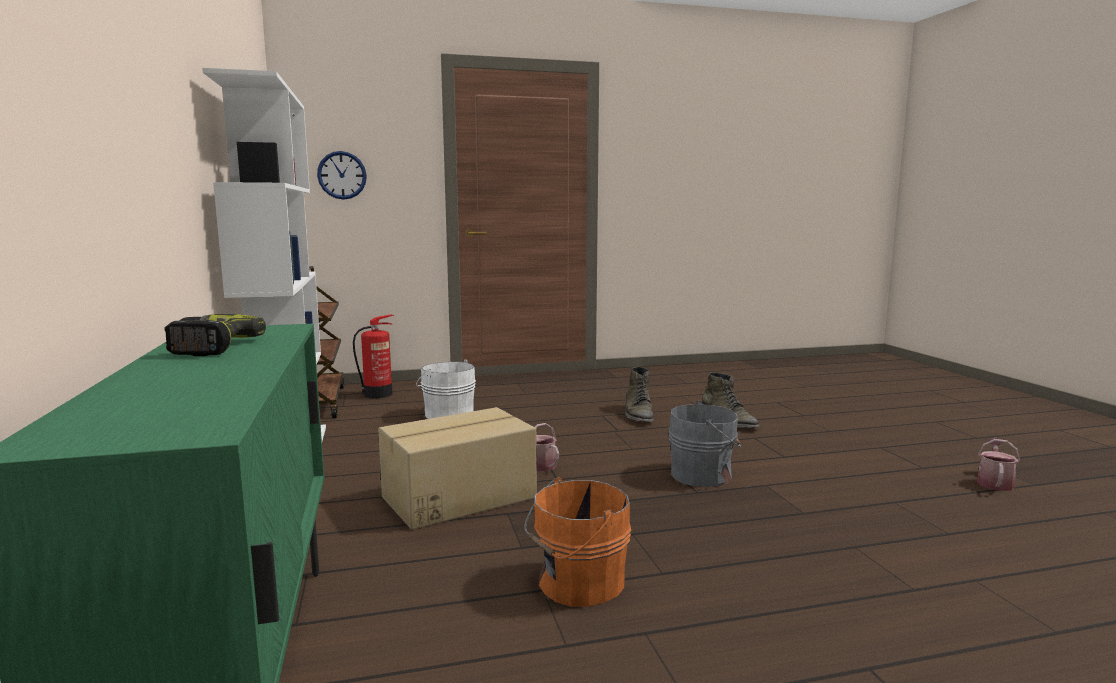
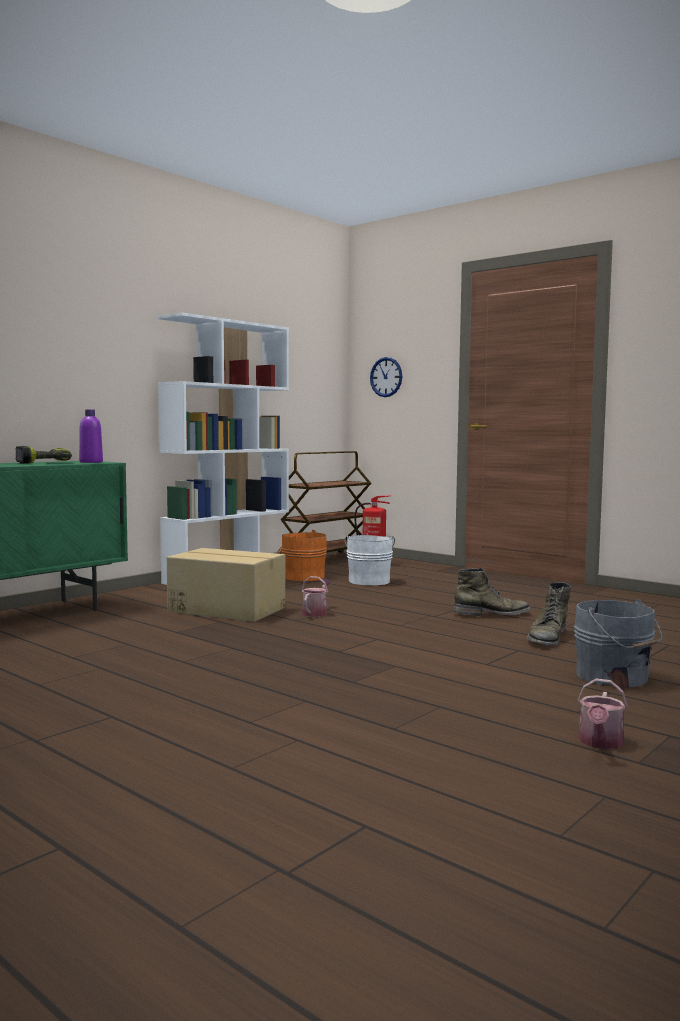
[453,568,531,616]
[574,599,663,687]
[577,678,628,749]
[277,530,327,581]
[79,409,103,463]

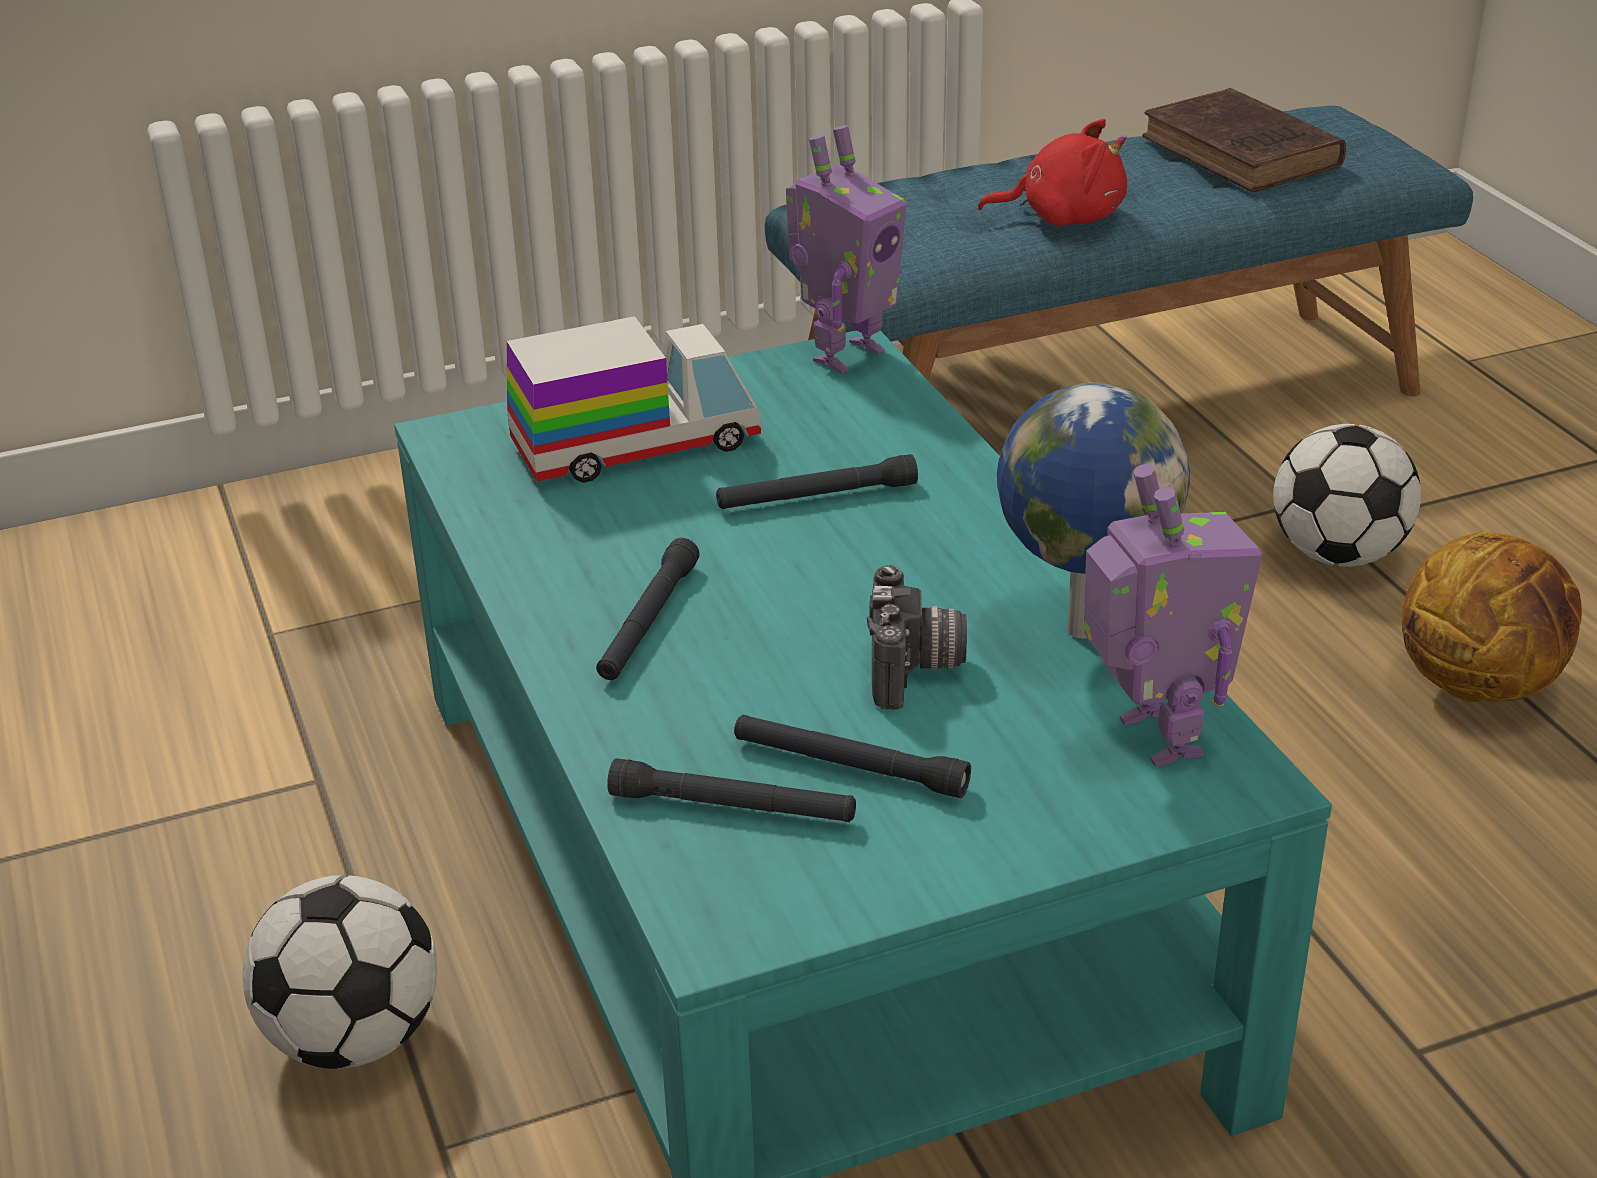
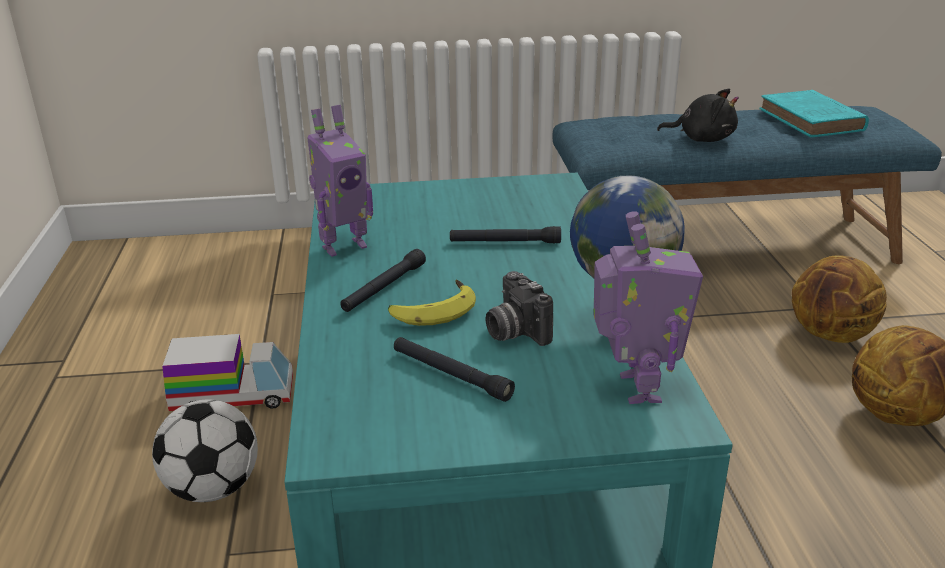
[759,90,869,137]
[657,89,739,142]
[307,105,373,257]
[162,334,293,411]
[791,255,887,343]
[486,271,553,346]
[607,758,856,822] (first image)
[388,280,476,326]

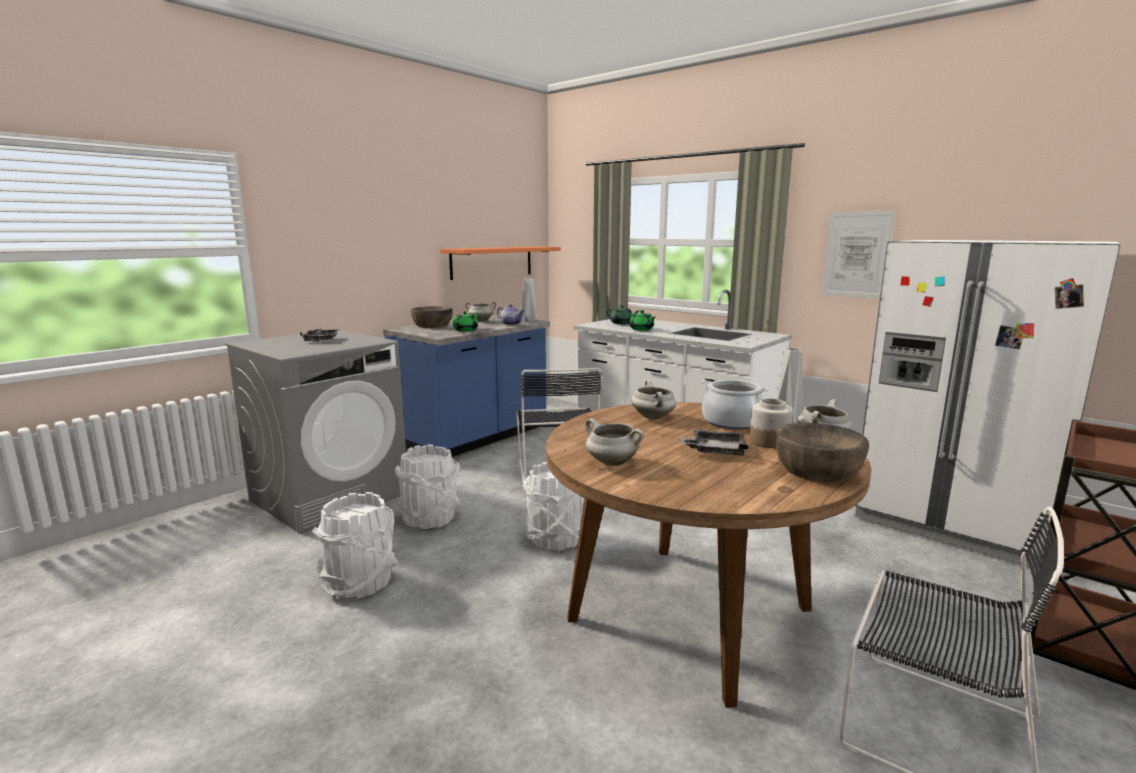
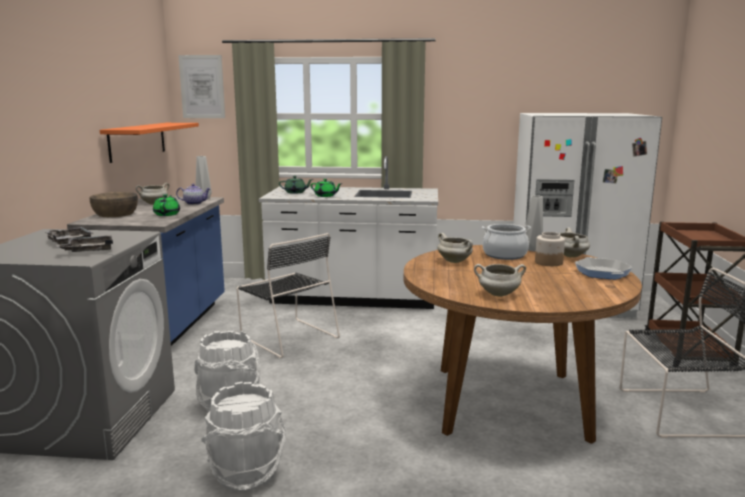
[178,55,225,118]
[575,257,633,280]
[56,235,113,252]
[522,462,584,551] (first image)

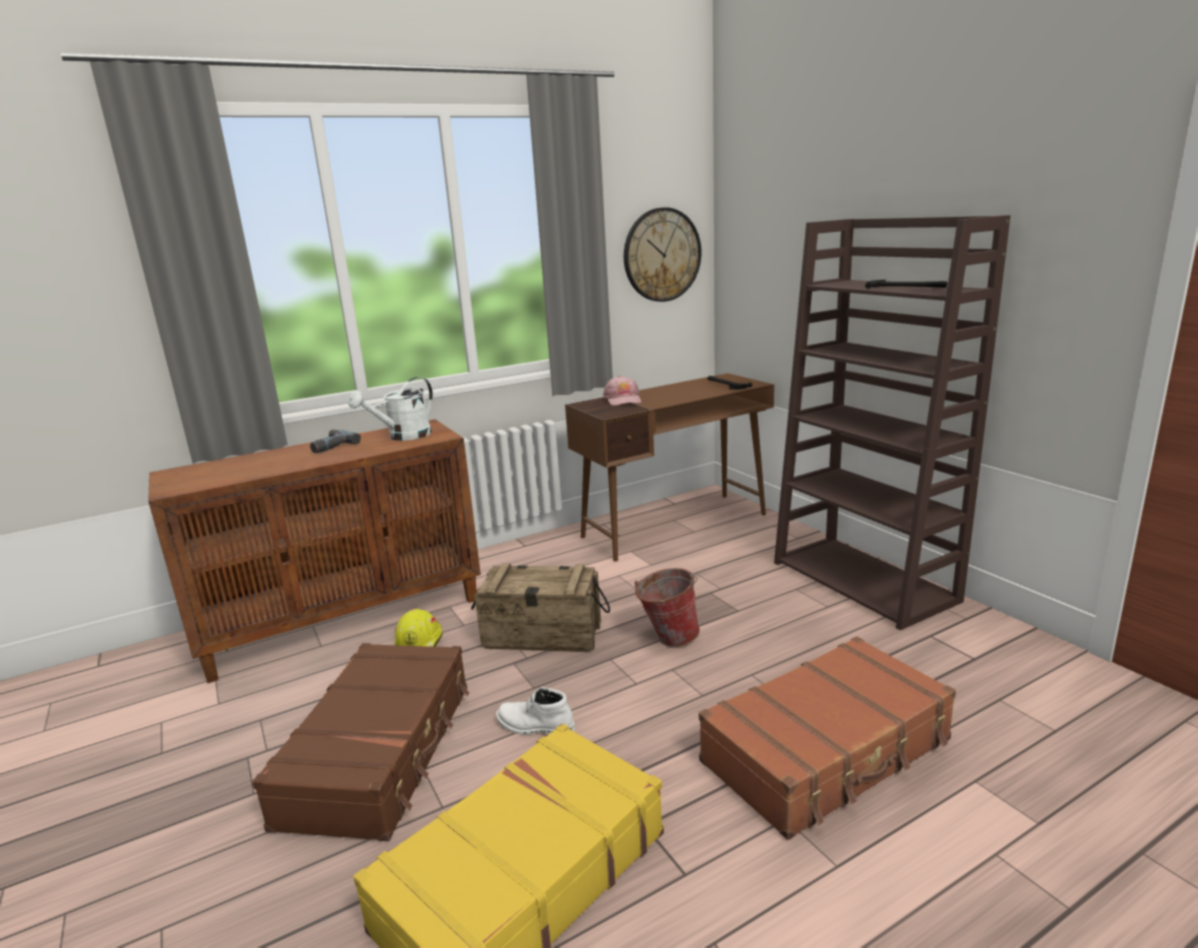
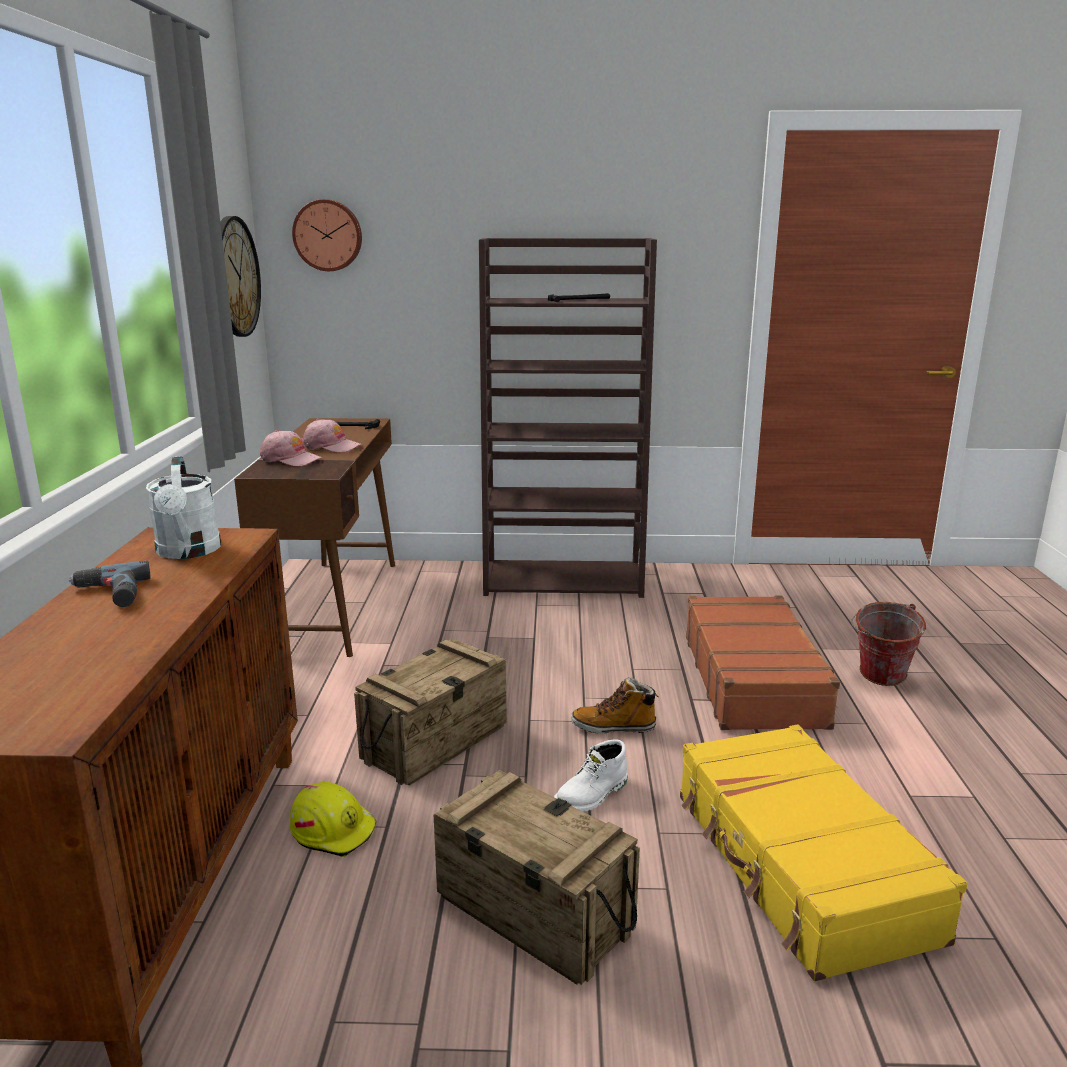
[851,602,926,686]
[434,770,640,985]
[292,199,362,271]
[301,419,362,453]
[571,677,659,733]

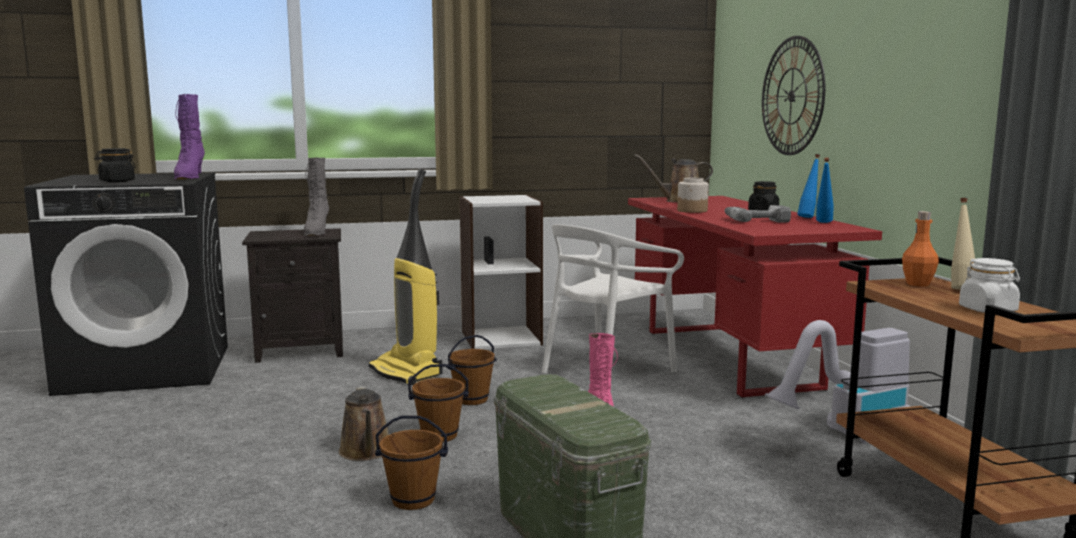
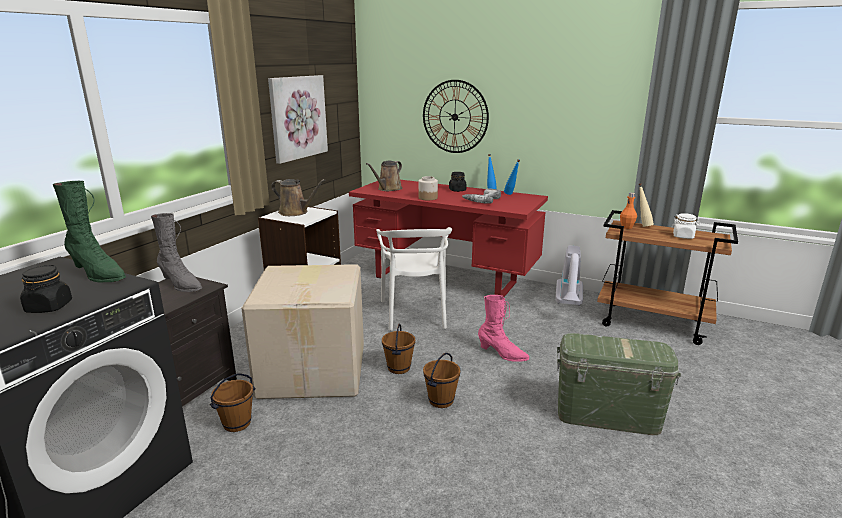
[52,181,126,282]
[241,264,364,399]
[271,179,326,216]
[210,373,255,432]
[268,75,328,164]

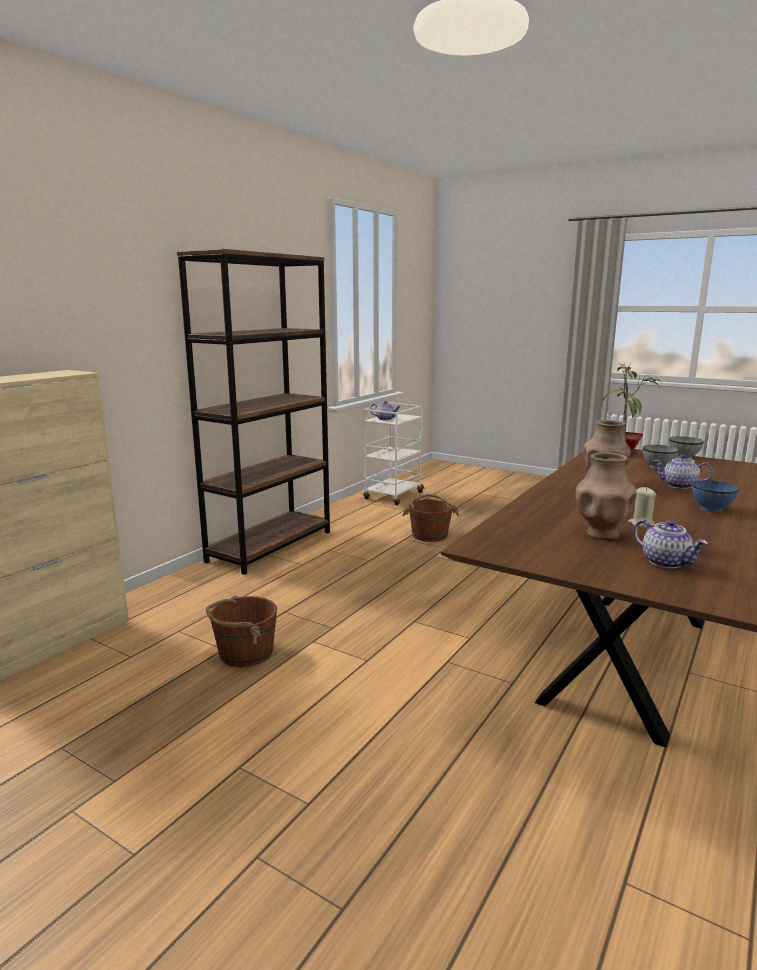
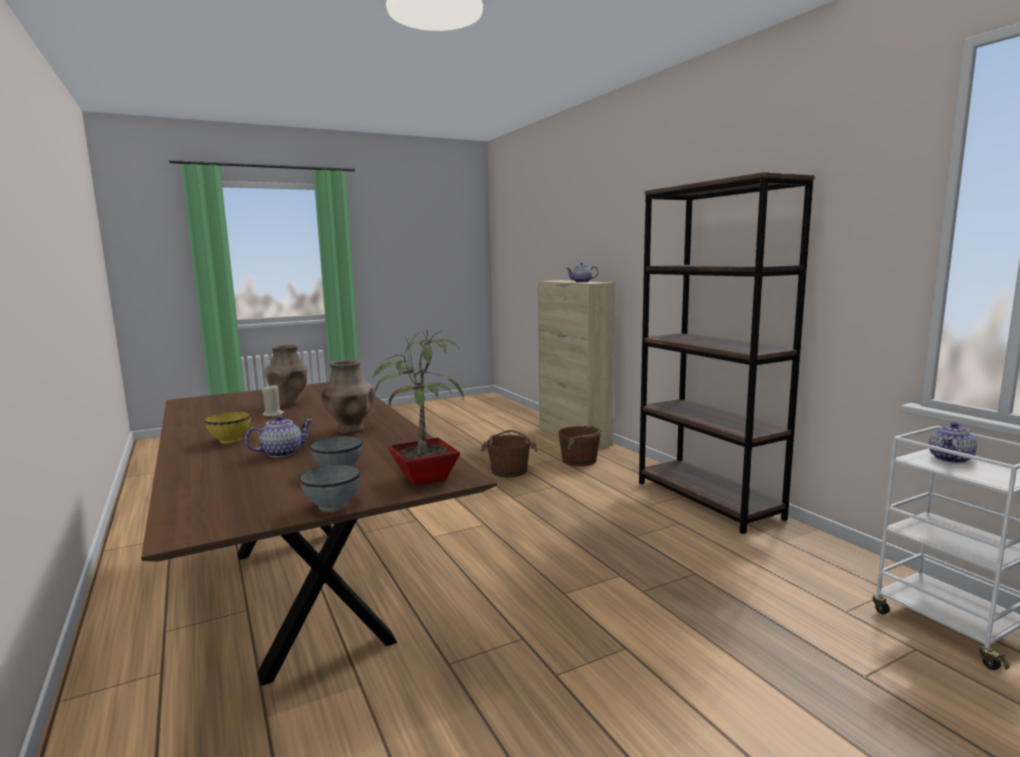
[204,412,251,443]
[558,426,603,466]
[566,263,598,282]

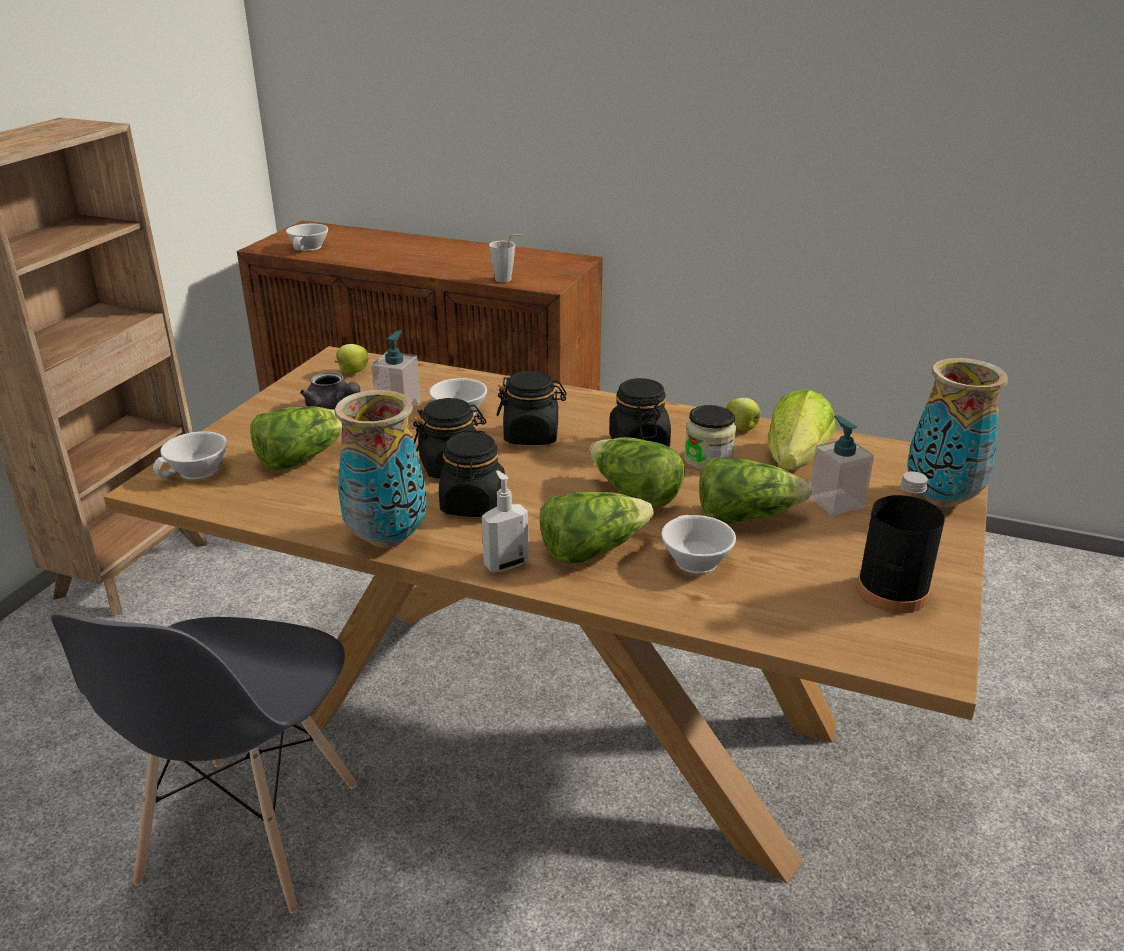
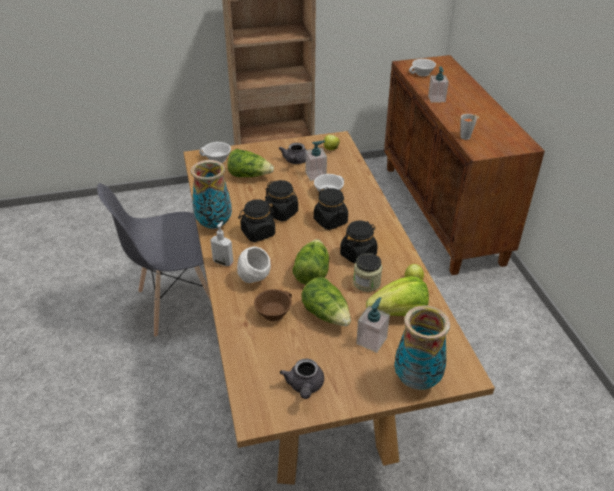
[280,359,324,399]
[237,247,271,283]
[254,289,292,321]
[428,66,449,103]

